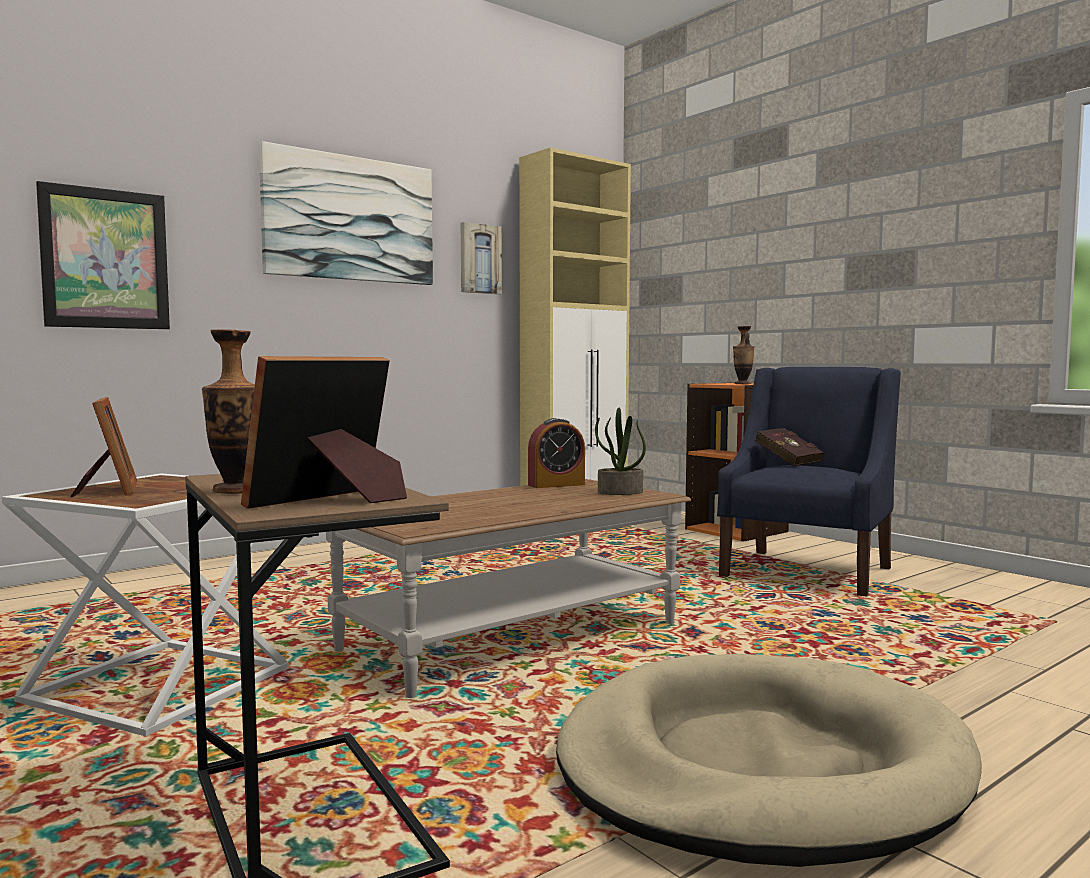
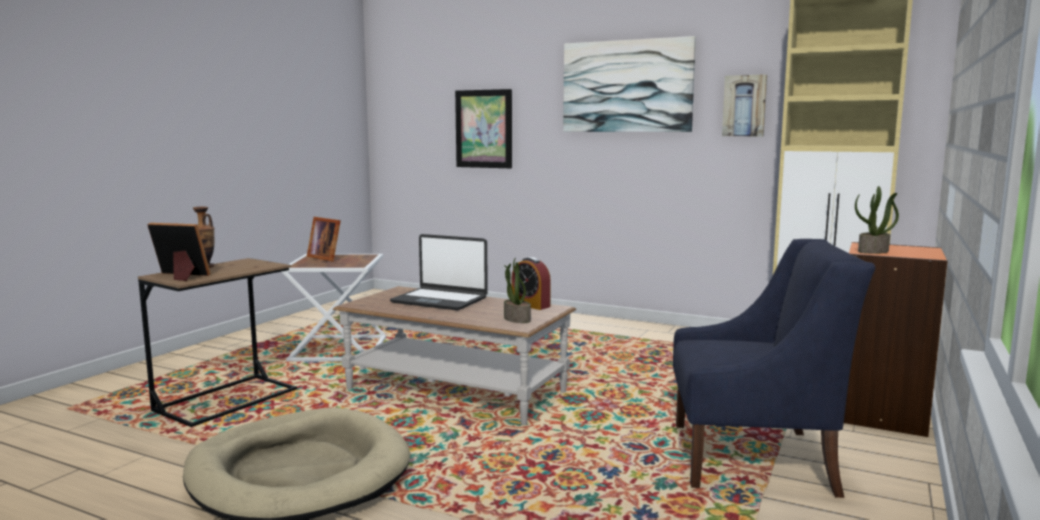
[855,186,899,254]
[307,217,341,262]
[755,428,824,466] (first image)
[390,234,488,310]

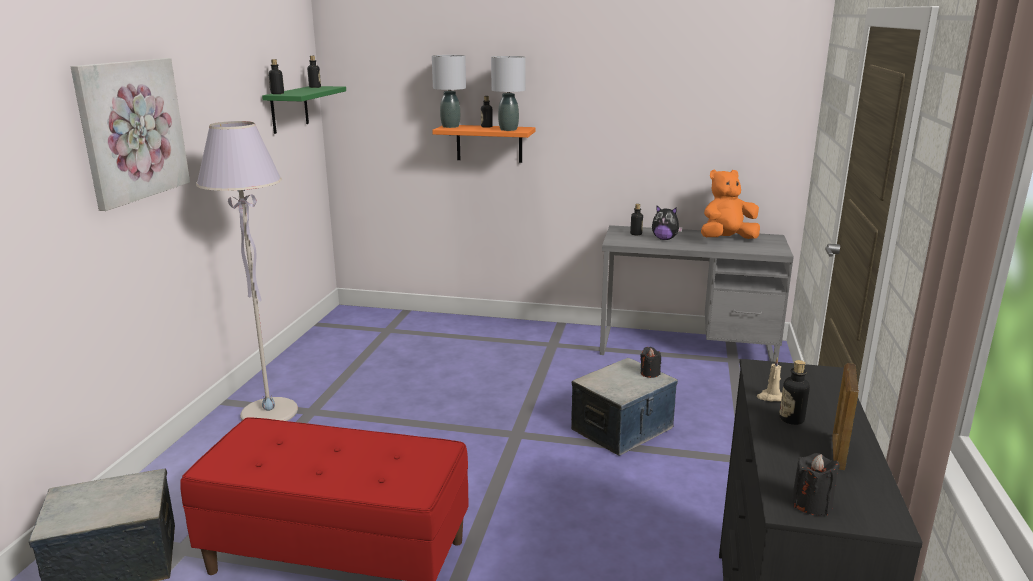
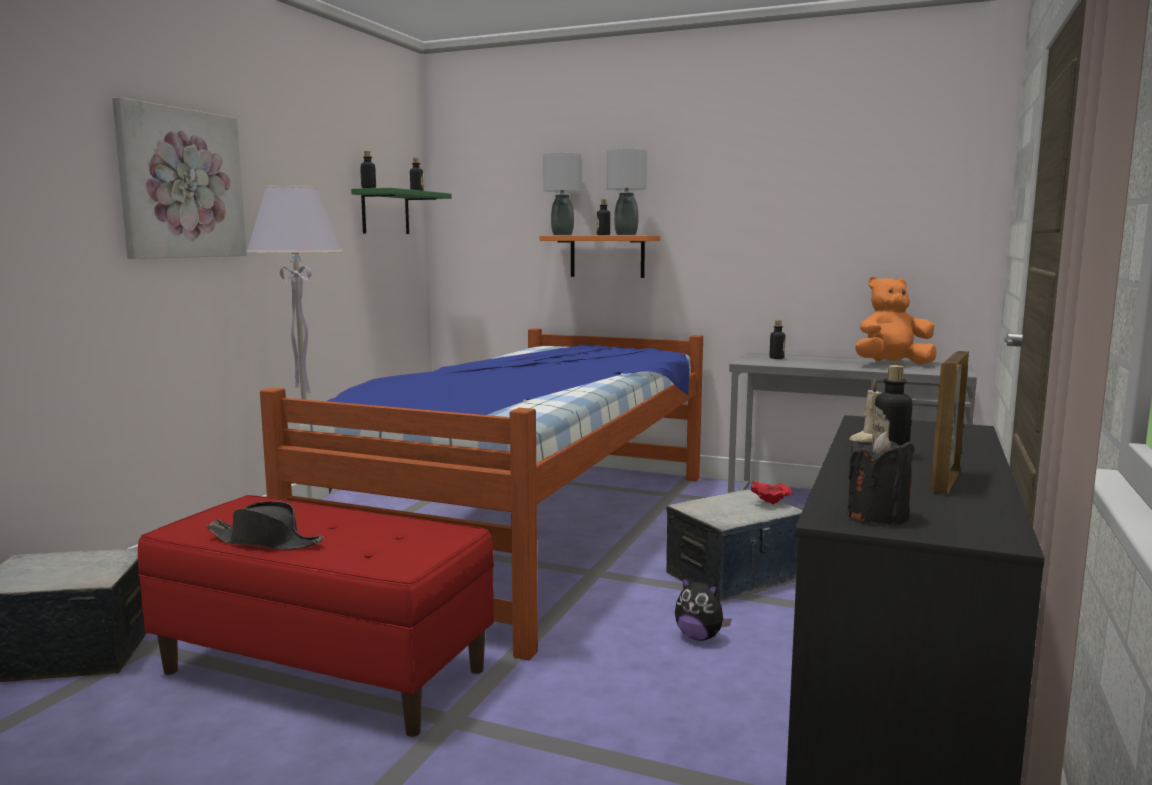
[675,575,732,641]
[751,480,793,504]
[260,328,703,661]
[206,501,324,550]

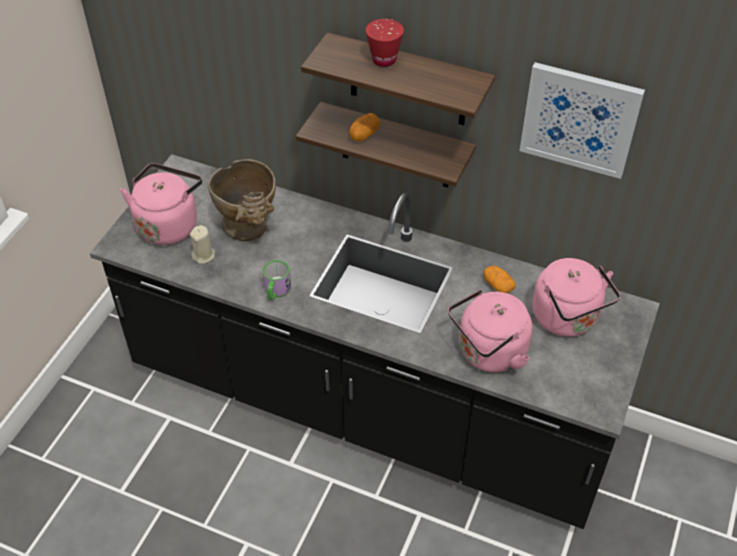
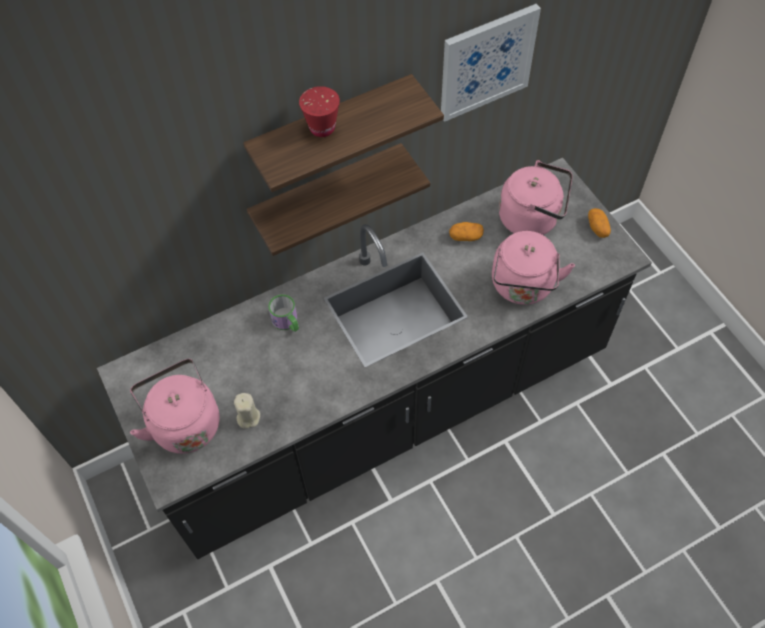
[588,208,611,238]
[208,159,276,241] (first image)
[268,294,299,332]

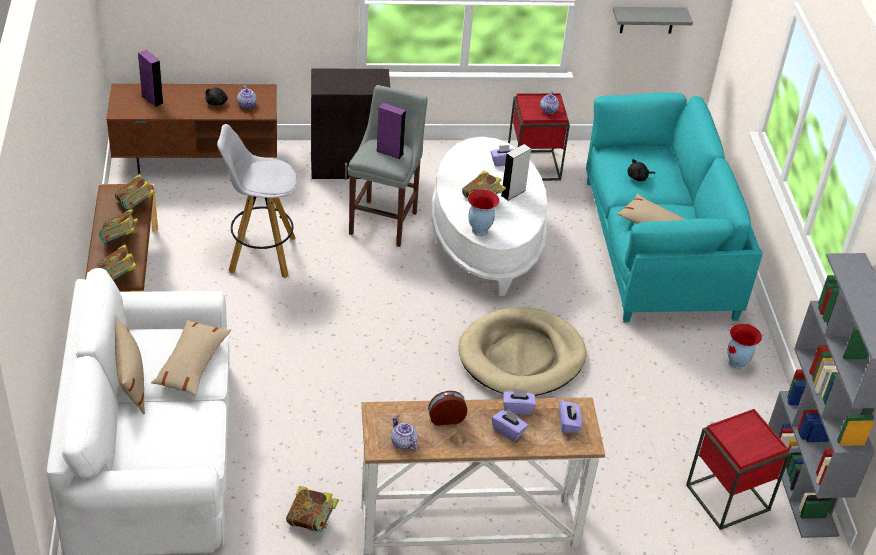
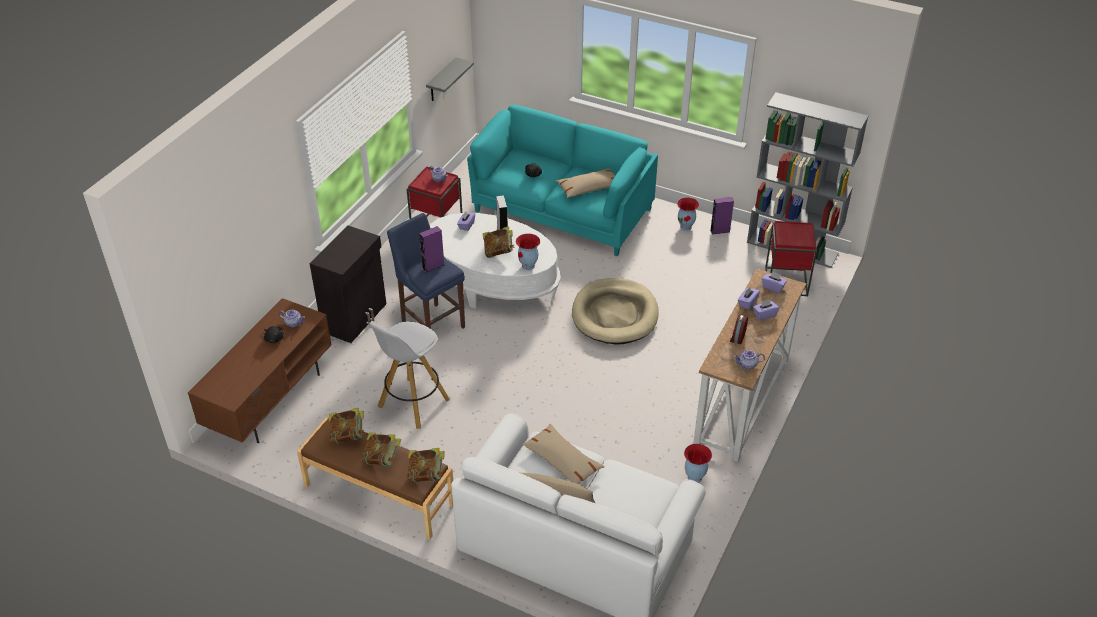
[710,197,734,234]
[387,213,465,329]
[684,444,712,483]

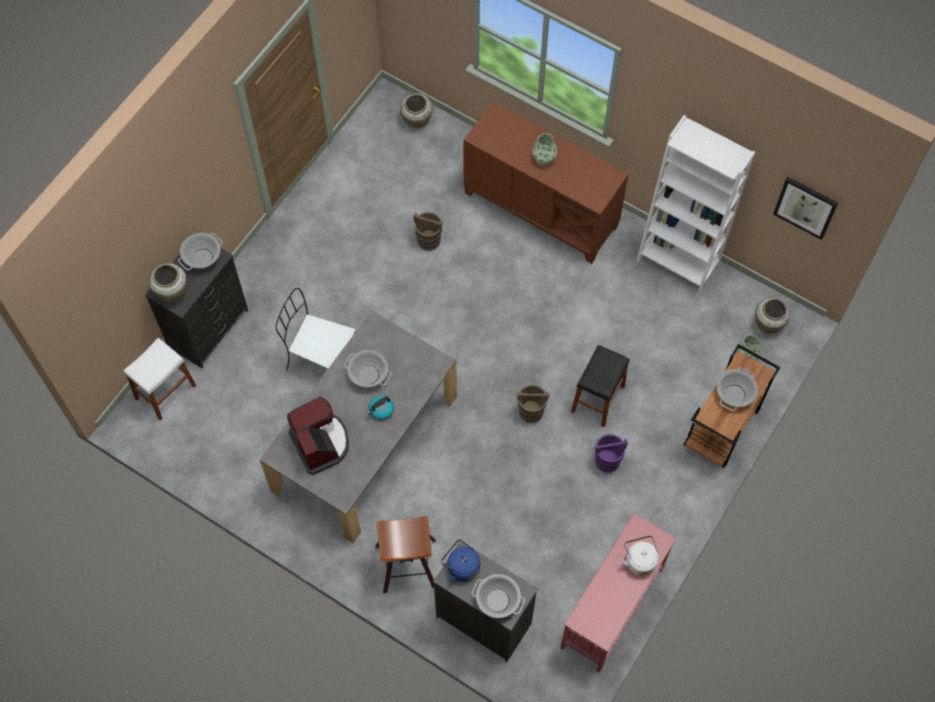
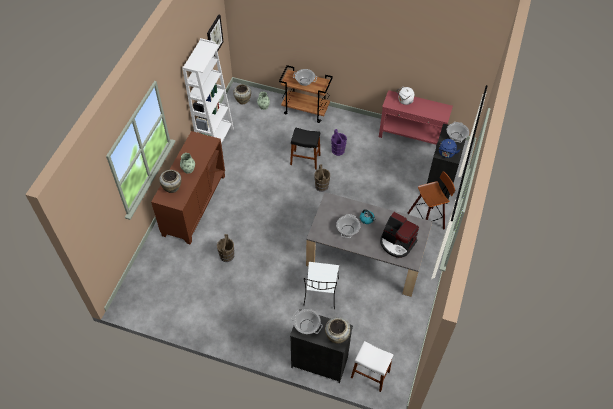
[159,170,182,193]
[380,212,419,258]

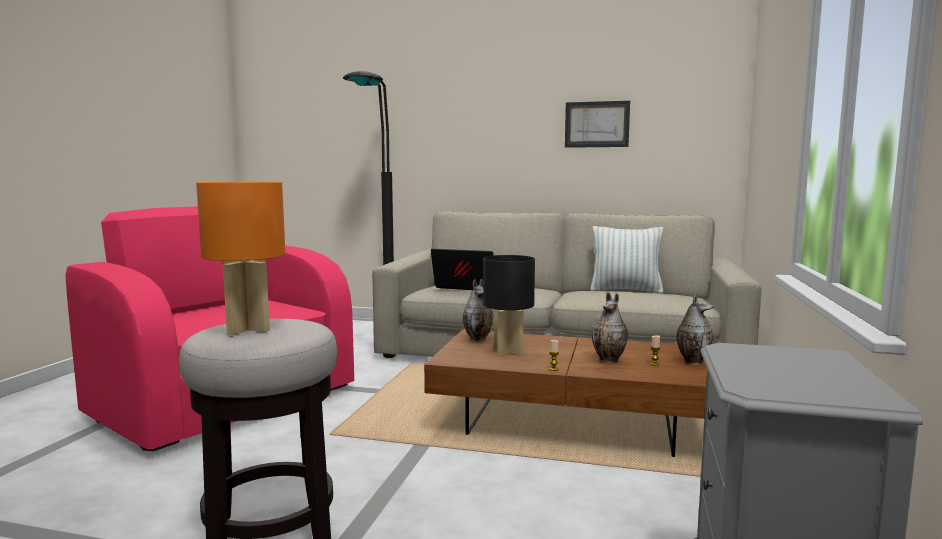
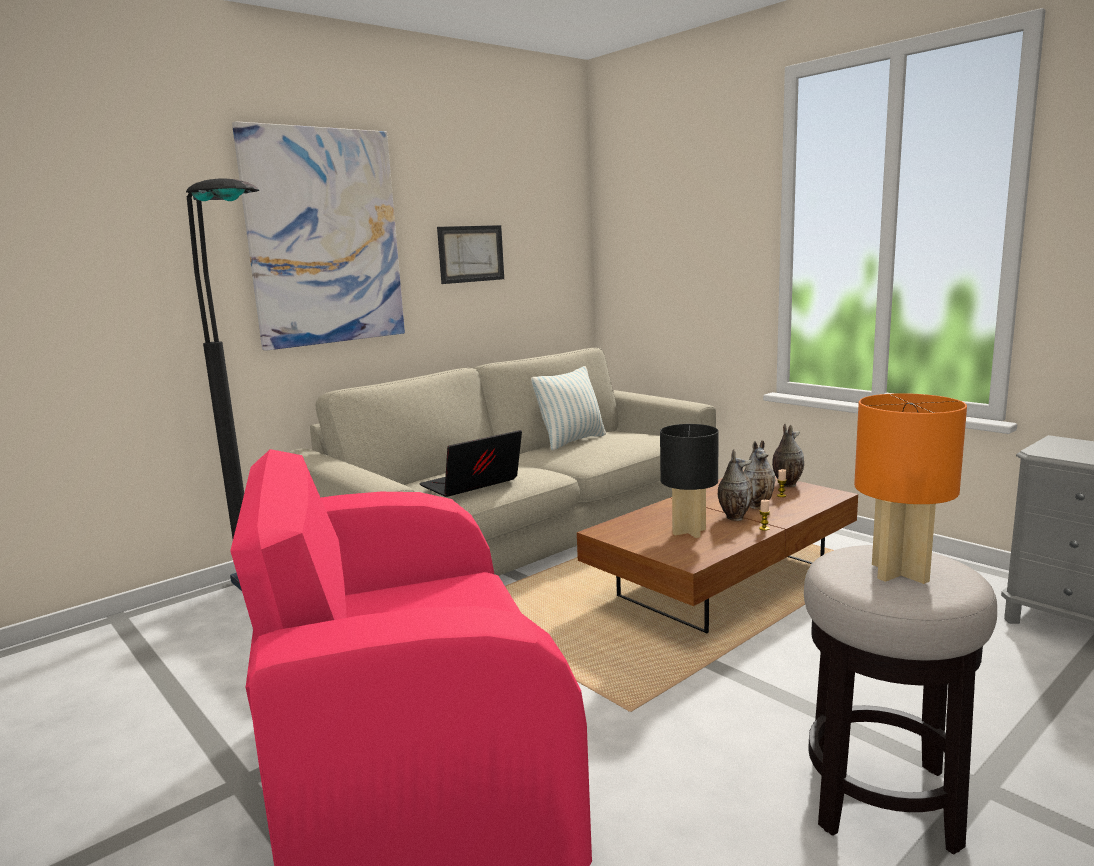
[718,449,753,521]
[232,121,405,351]

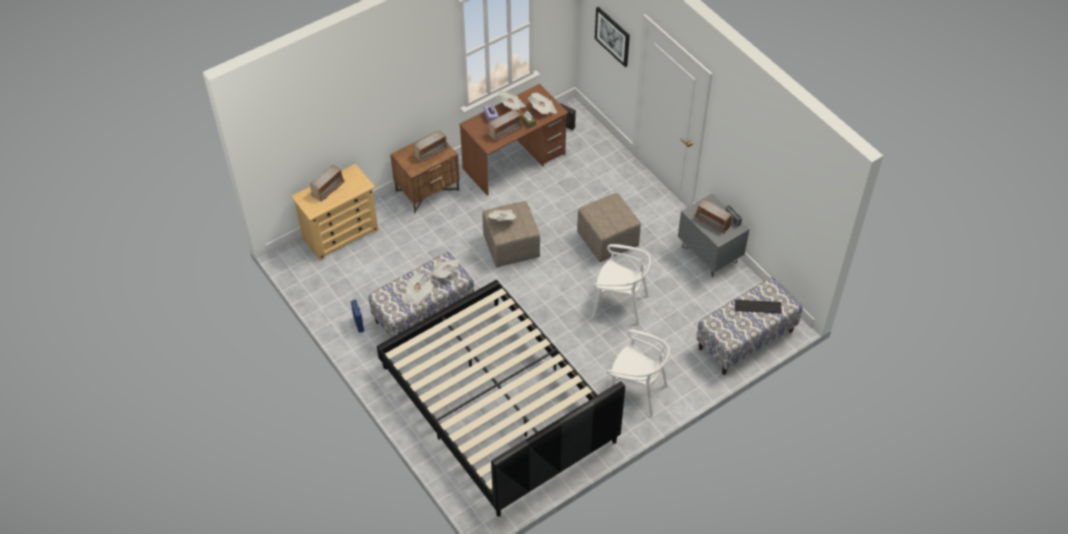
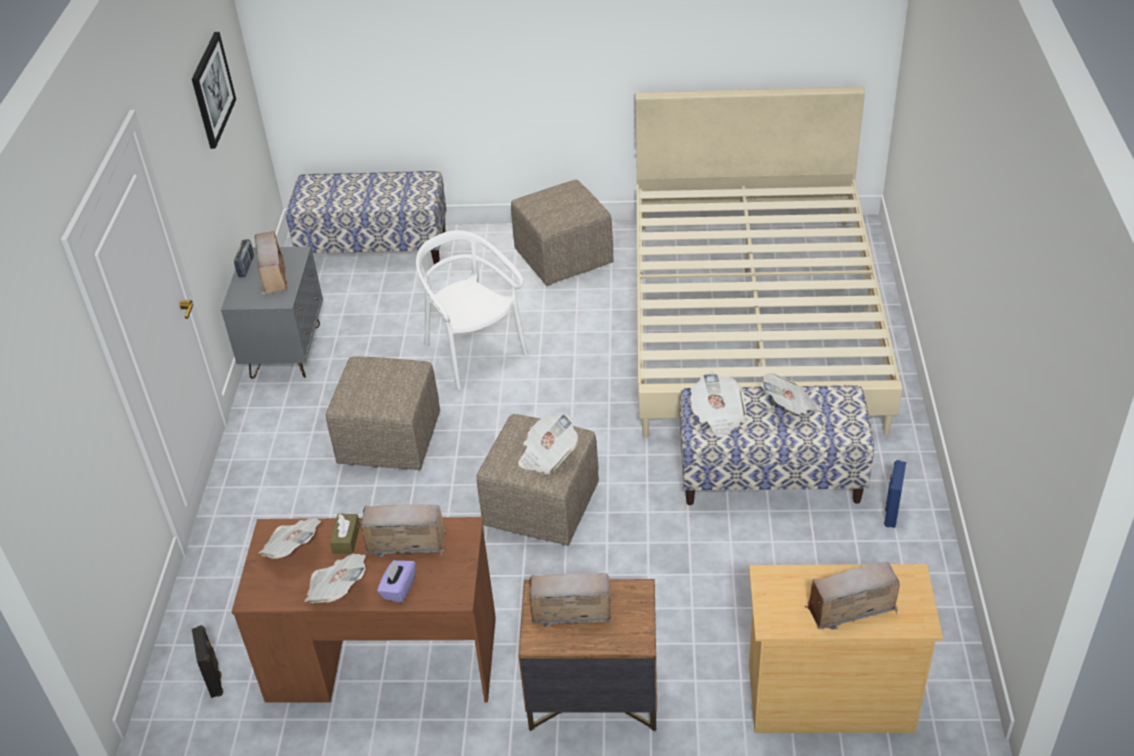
[192,32,236,149]
[635,86,902,438]
[735,300,782,313] (first image)
[511,180,614,286]

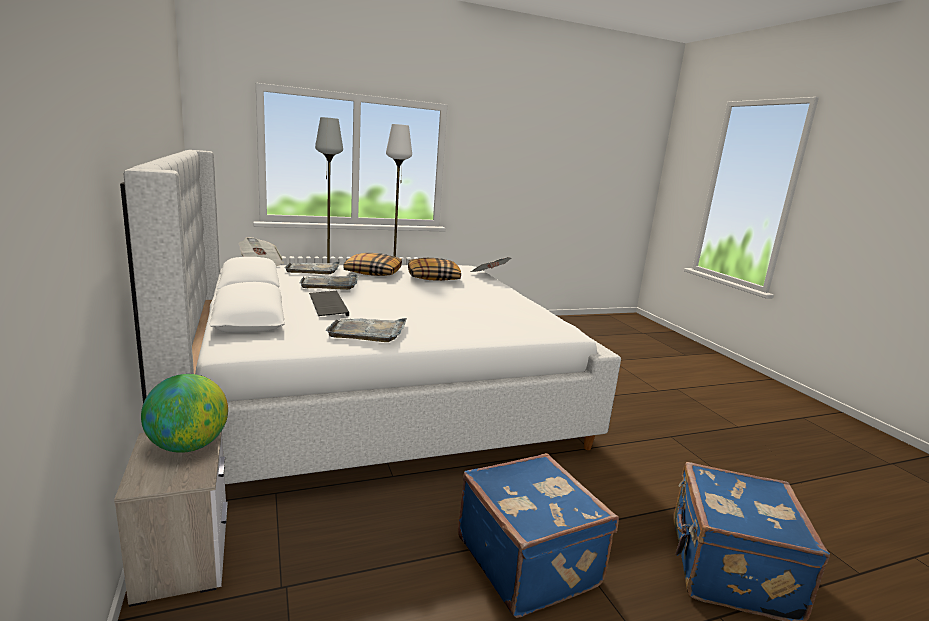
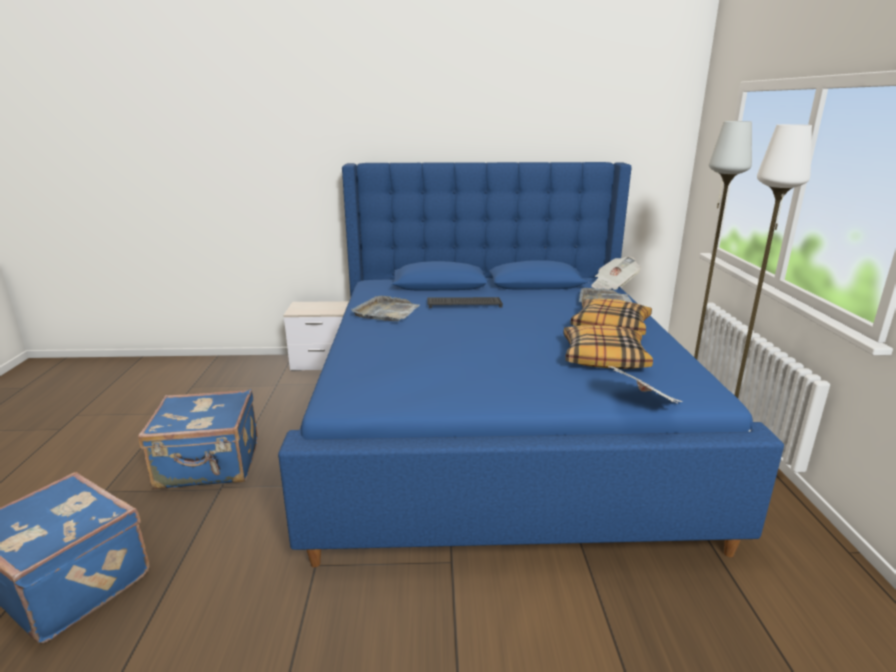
[278,162,784,567]
[299,274,358,290] (first image)
[141,374,228,453] (first image)

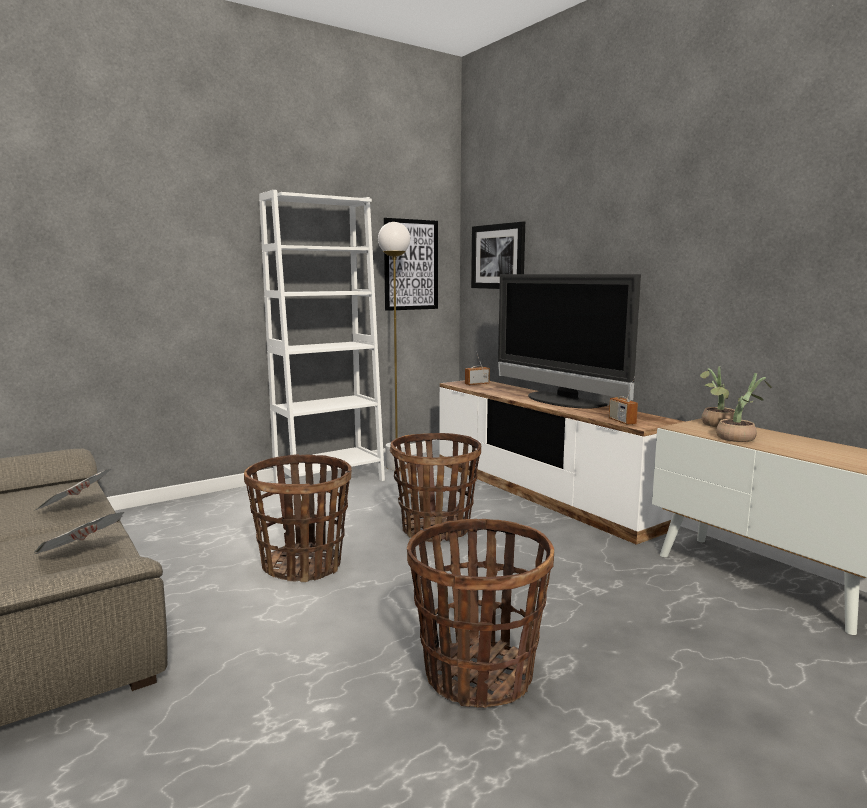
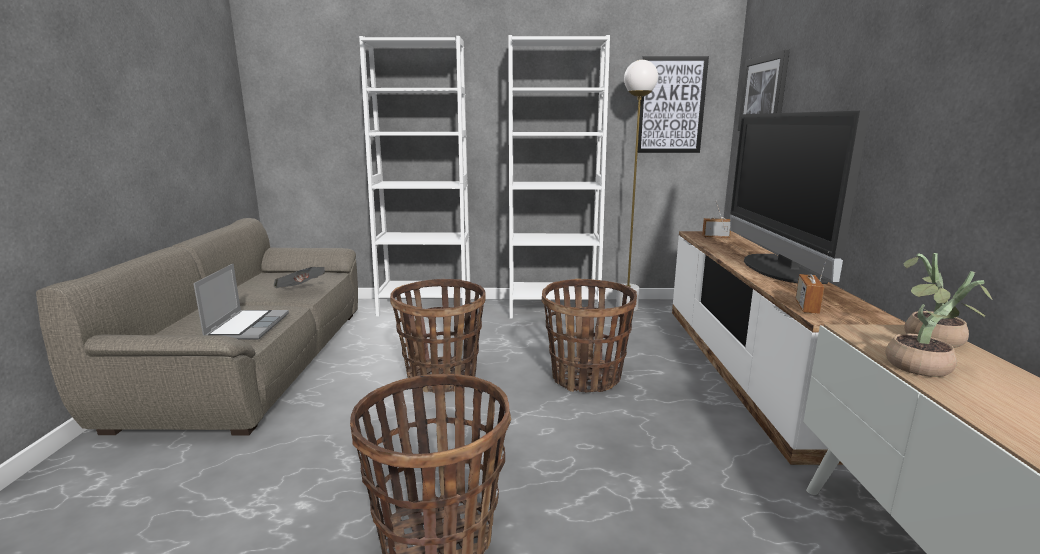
[193,264,289,339]
[359,36,471,317]

